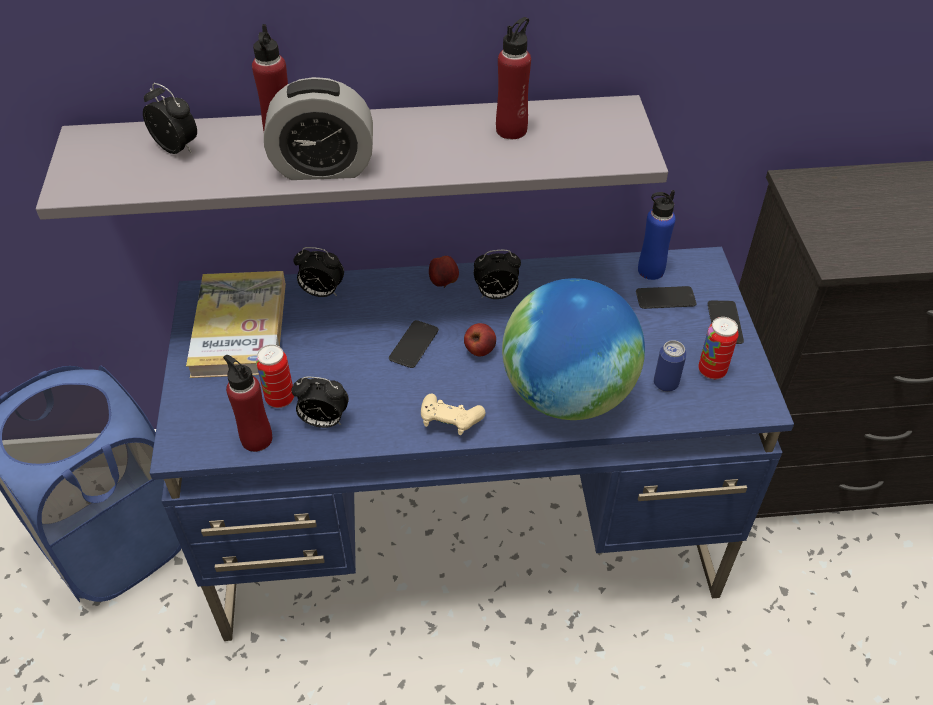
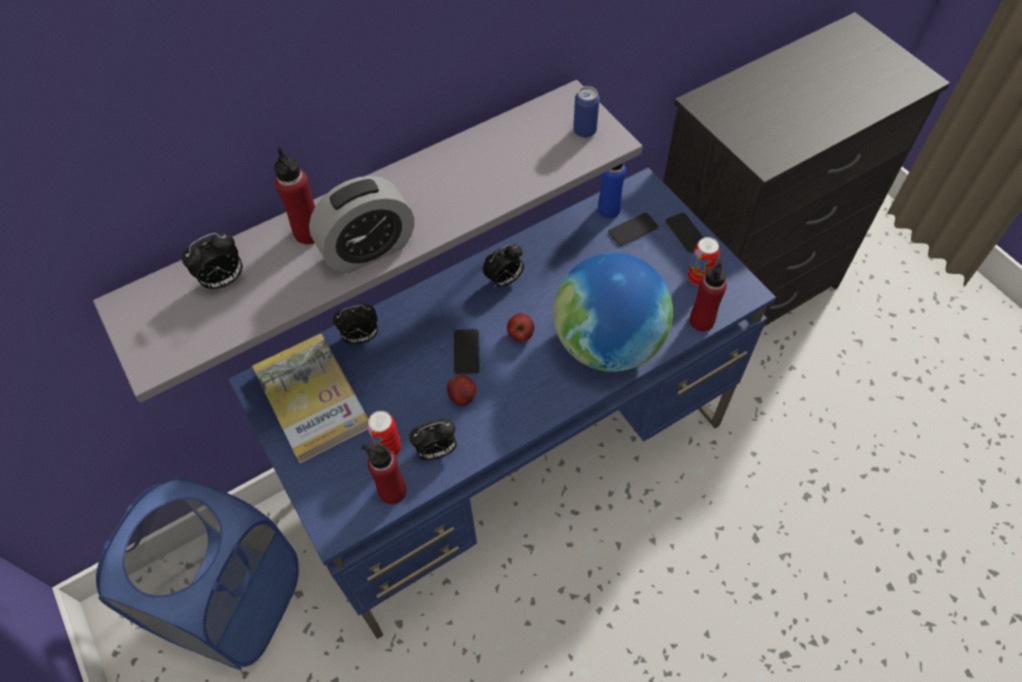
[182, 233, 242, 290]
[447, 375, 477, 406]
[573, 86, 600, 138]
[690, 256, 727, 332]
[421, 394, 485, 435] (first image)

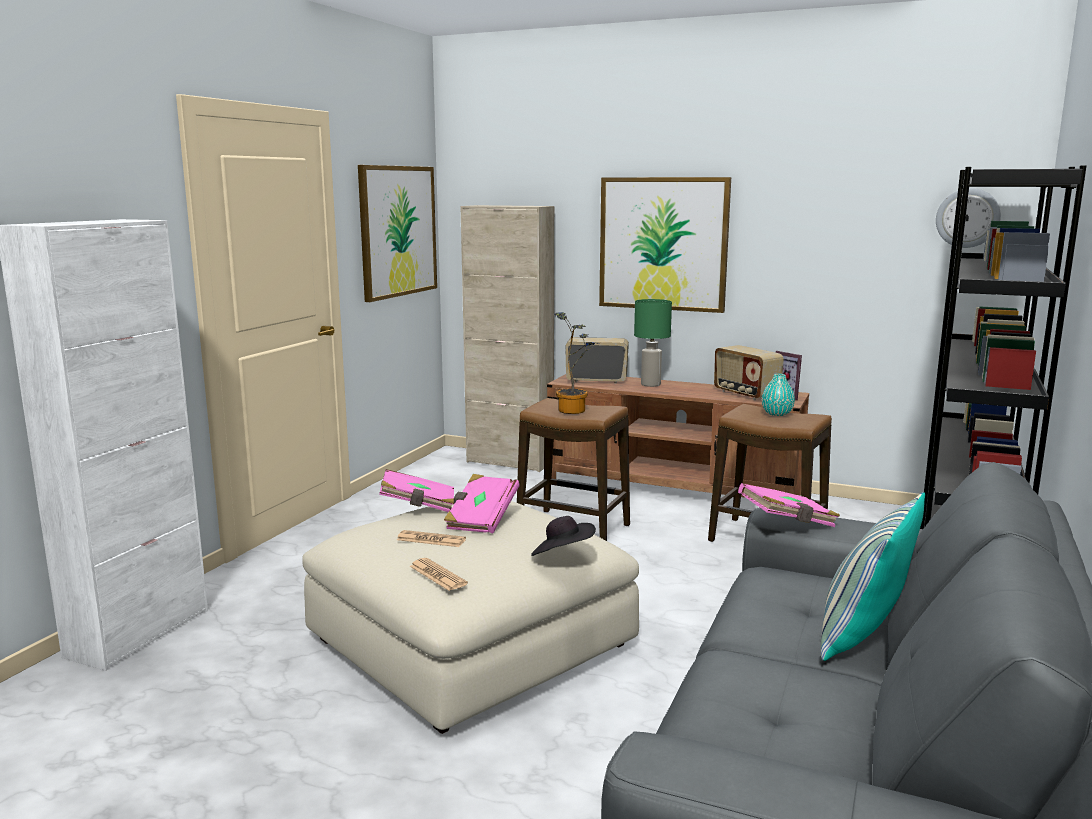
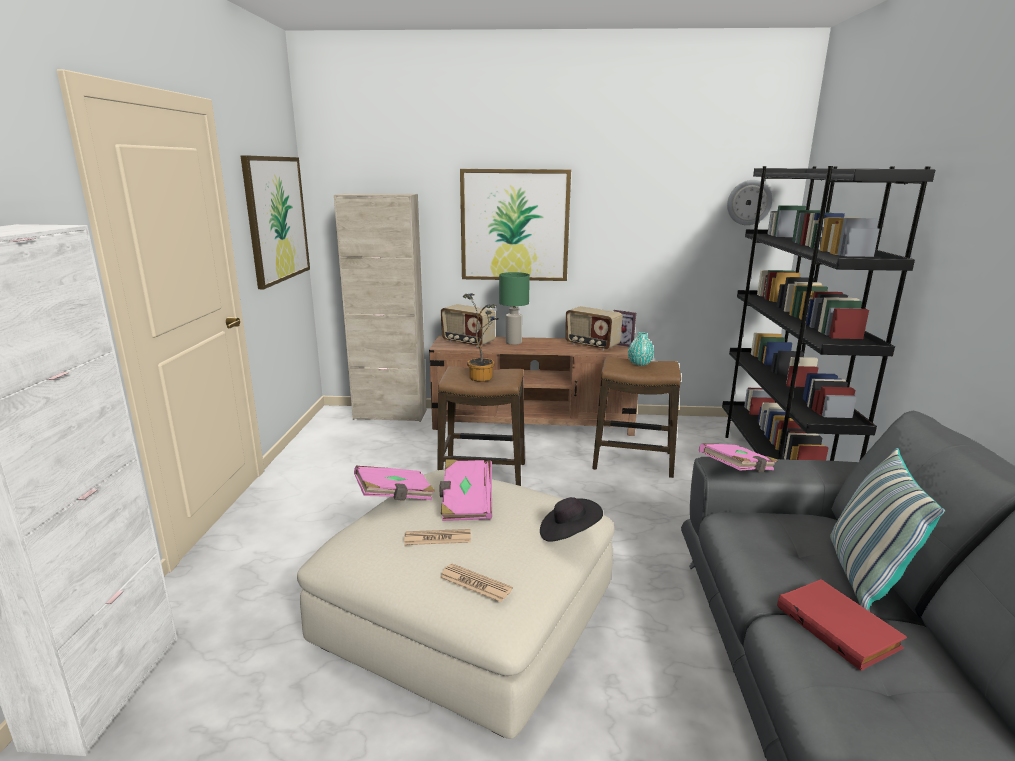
[441, 304, 495, 347]
[777, 579, 907, 671]

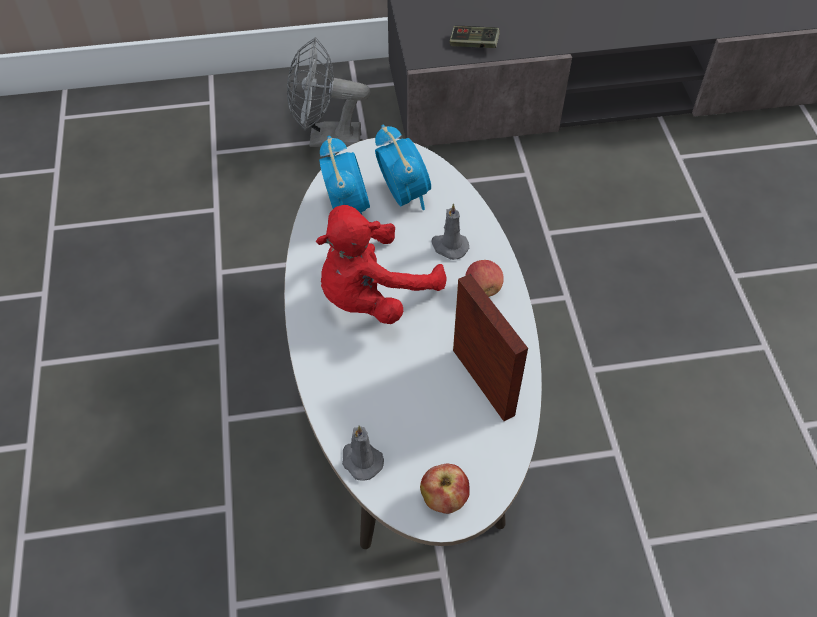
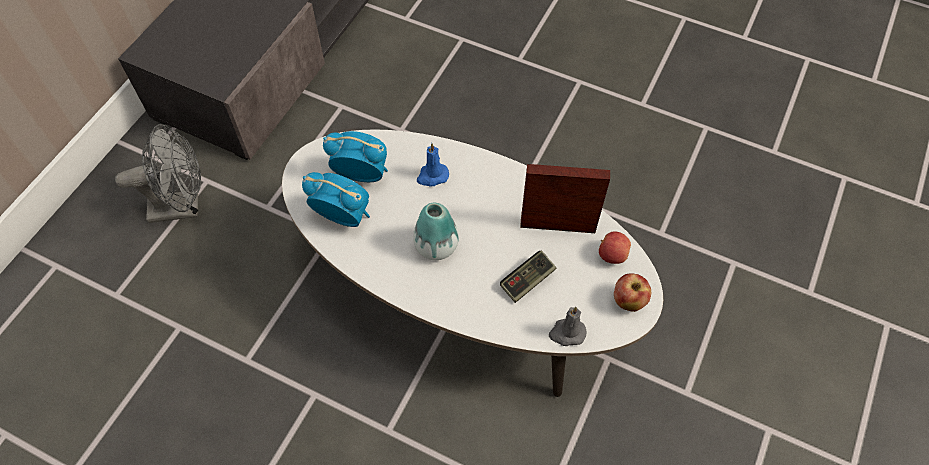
[115, 124, 201, 223]
[413, 203, 459, 260]
[417, 143, 449, 187]
[500, 251, 556, 303]
[599, 232, 631, 264]

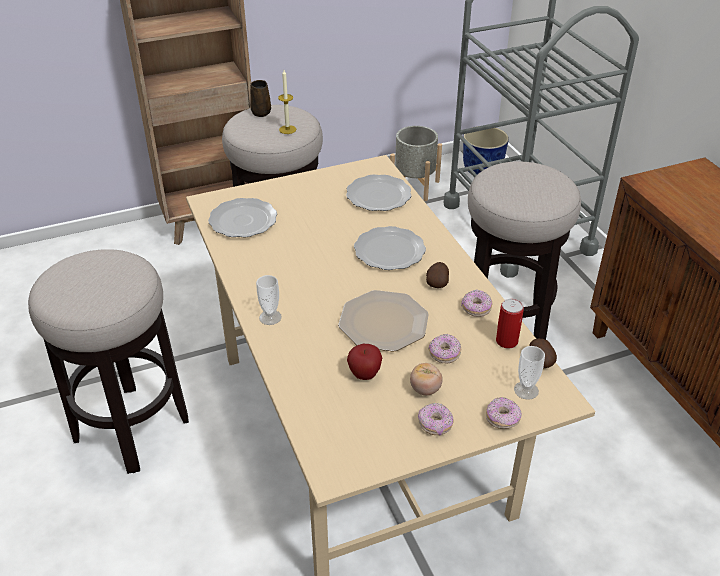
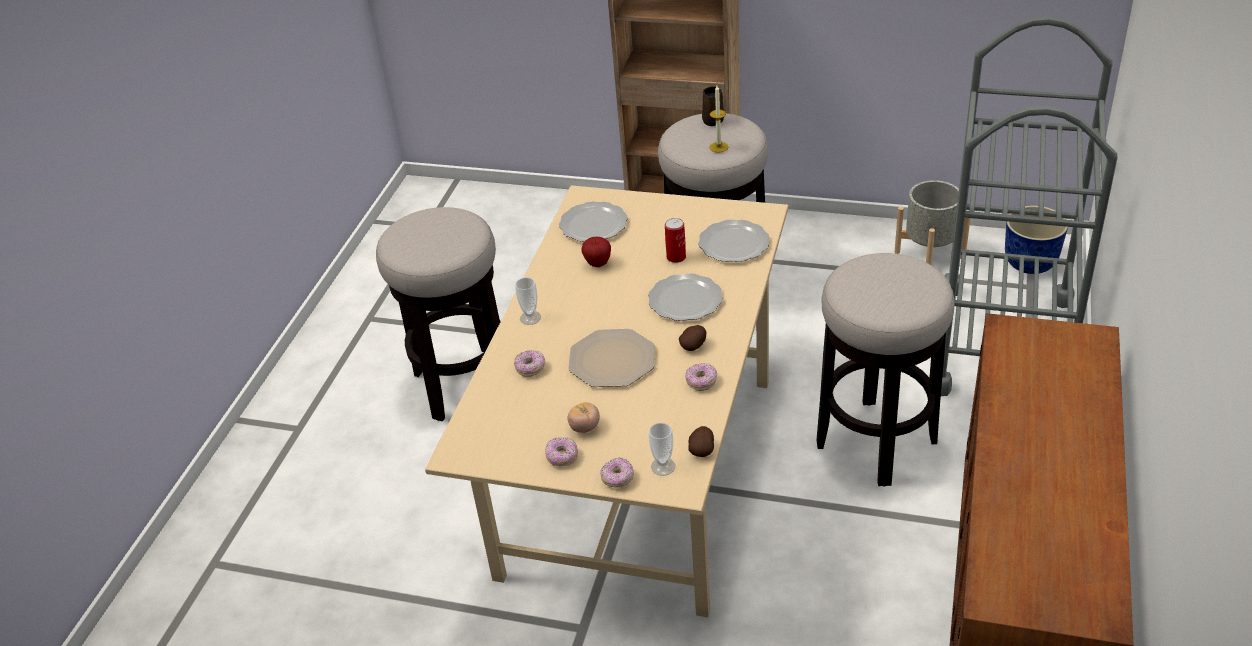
[514, 350, 545, 377]
[582, 237, 611, 267]
[665, 218, 686, 263]

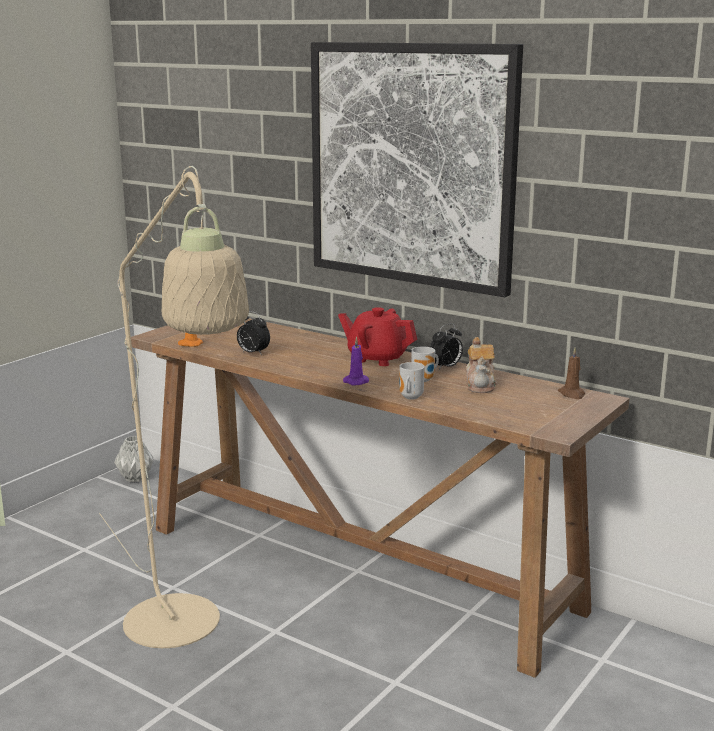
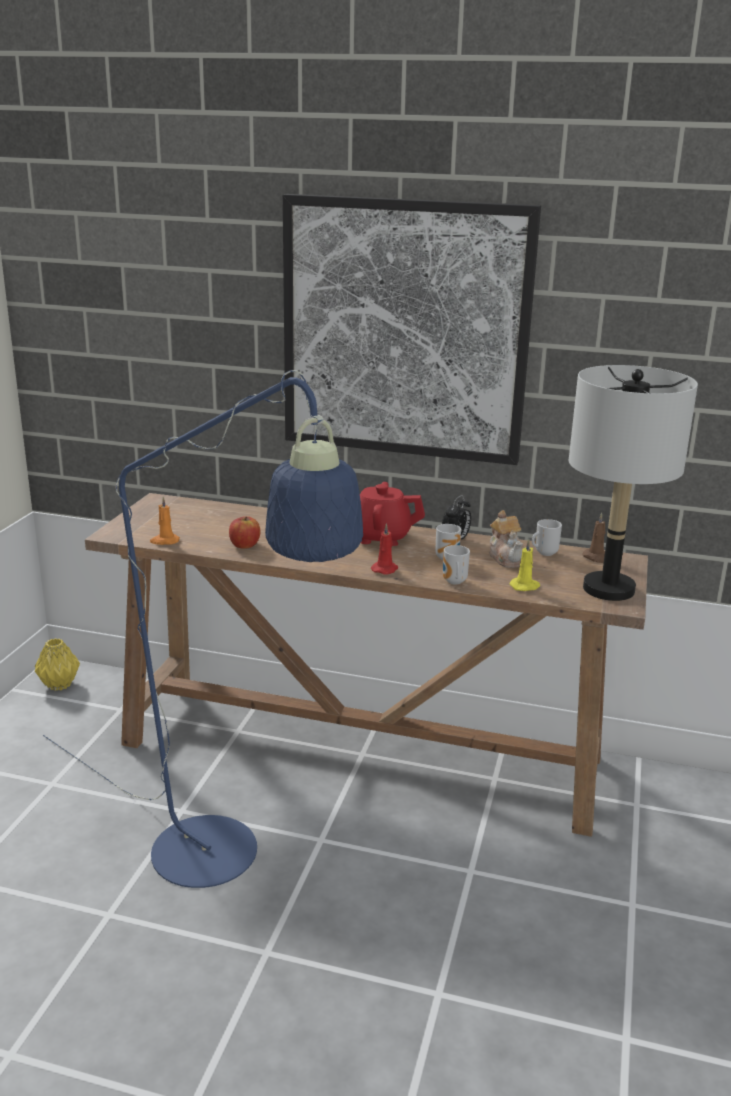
[35, 638, 80, 691]
[43, 370, 363, 888]
[229, 516, 260, 549]
[371, 523, 398, 575]
[509, 539, 540, 591]
[532, 519, 562, 556]
[569, 365, 698, 601]

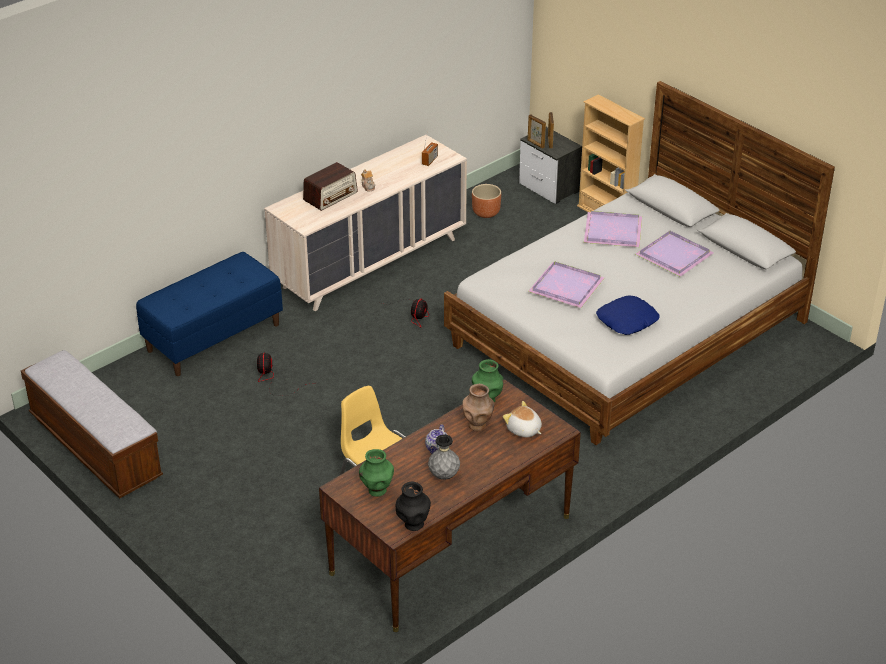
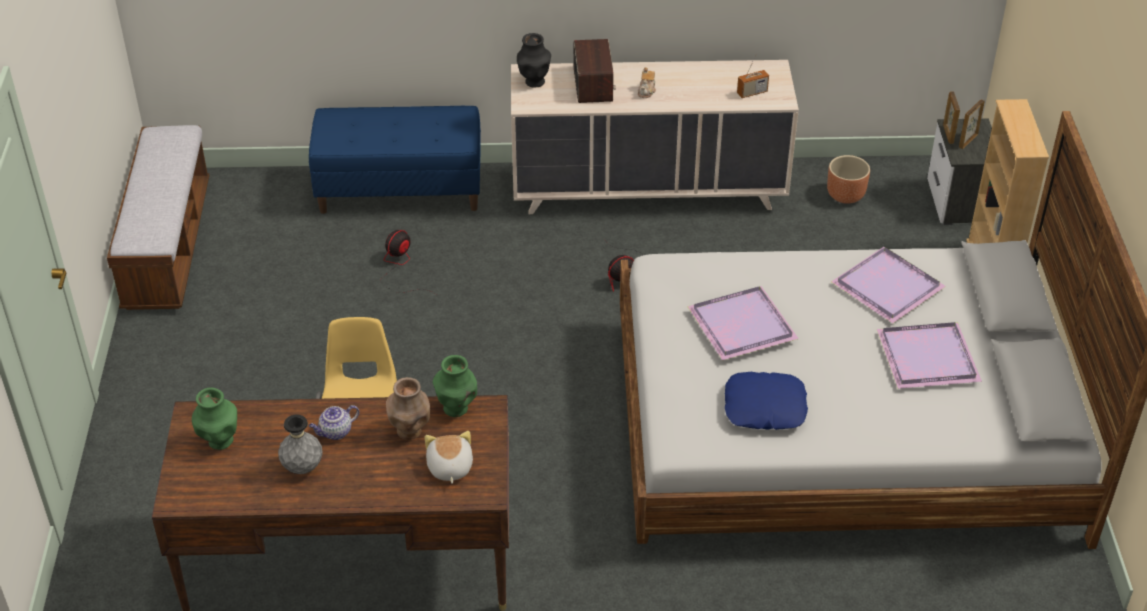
[517, 33, 551, 88]
[573, 39, 616, 103]

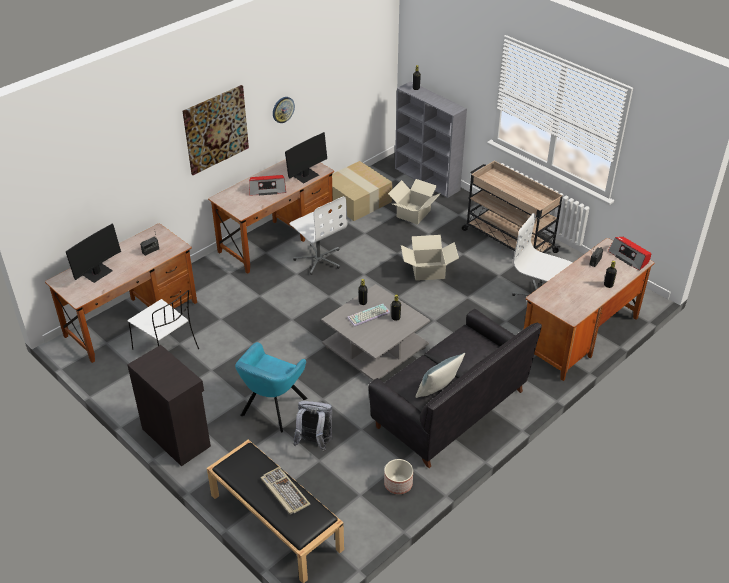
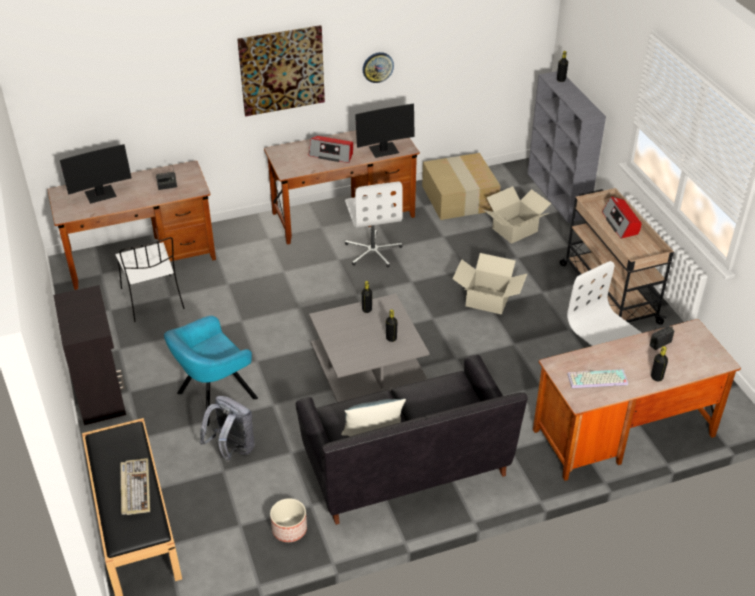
[567, 369, 628, 388]
[602, 197, 642, 239]

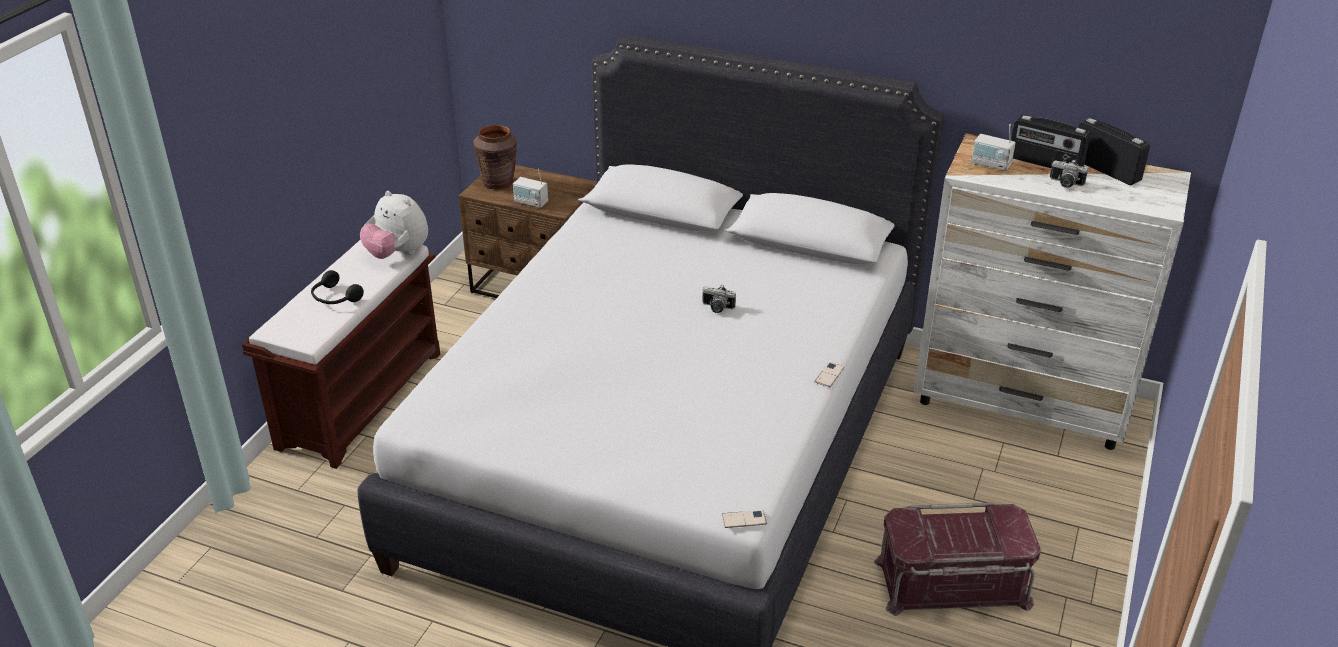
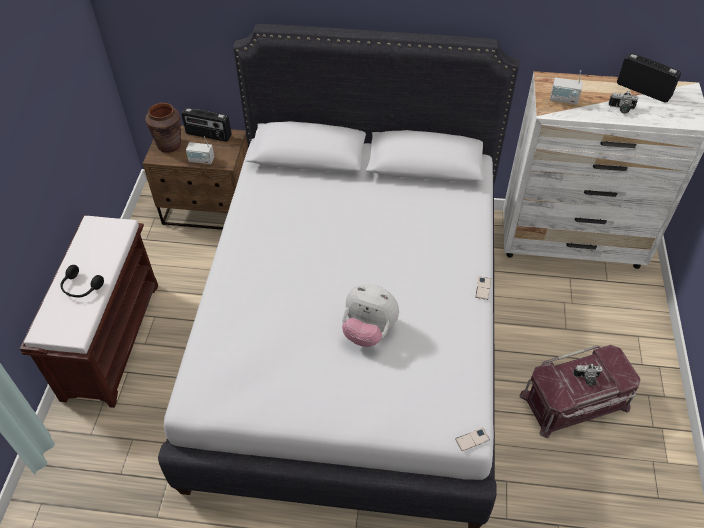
[182, 107, 232, 142]
[342, 284, 399, 347]
[573, 364, 602, 386]

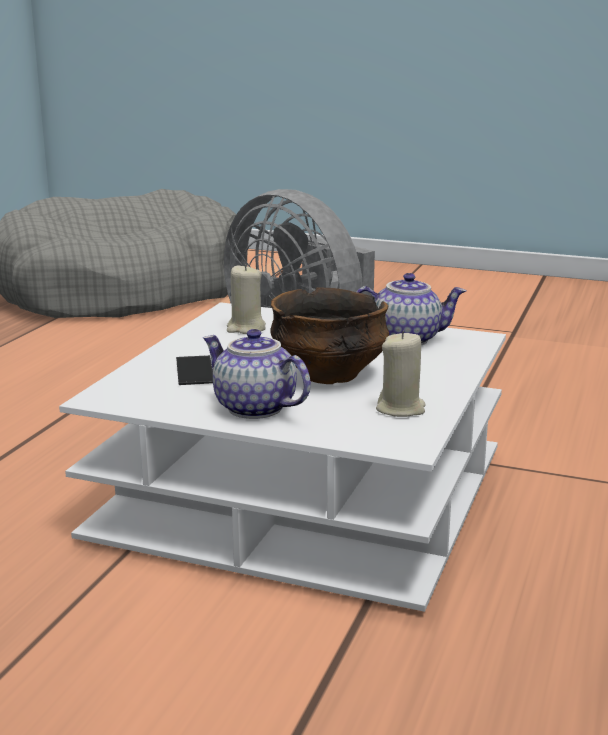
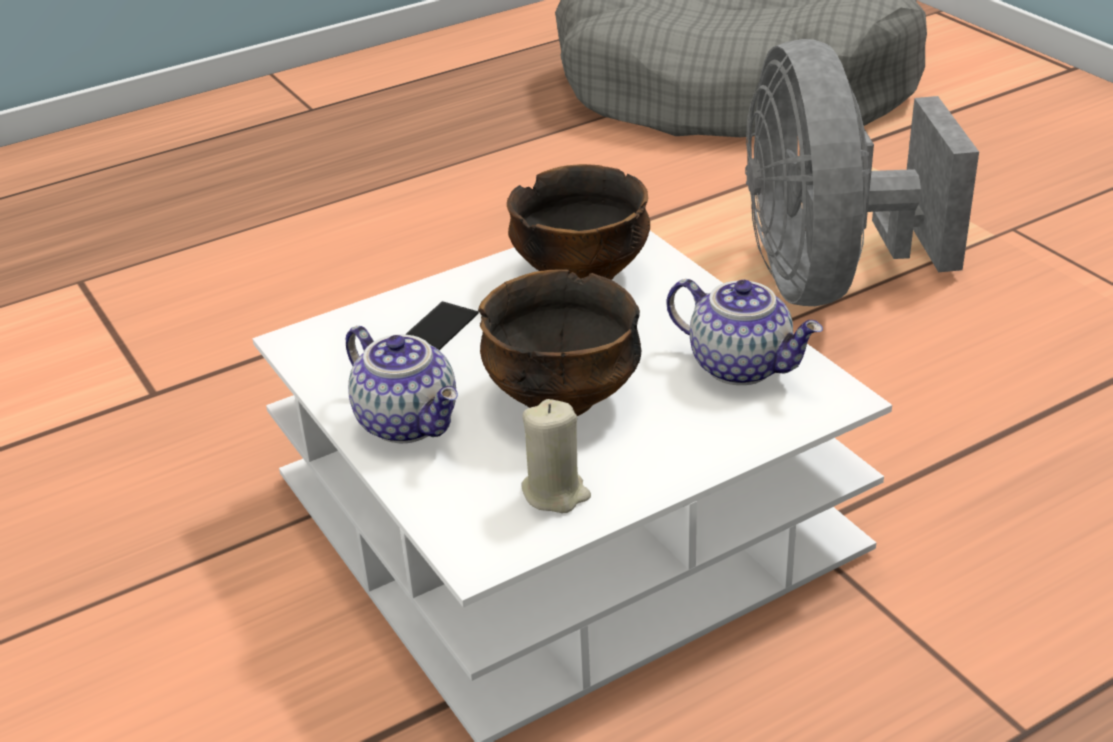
[346, 326, 458, 443]
[507, 164, 650, 280]

